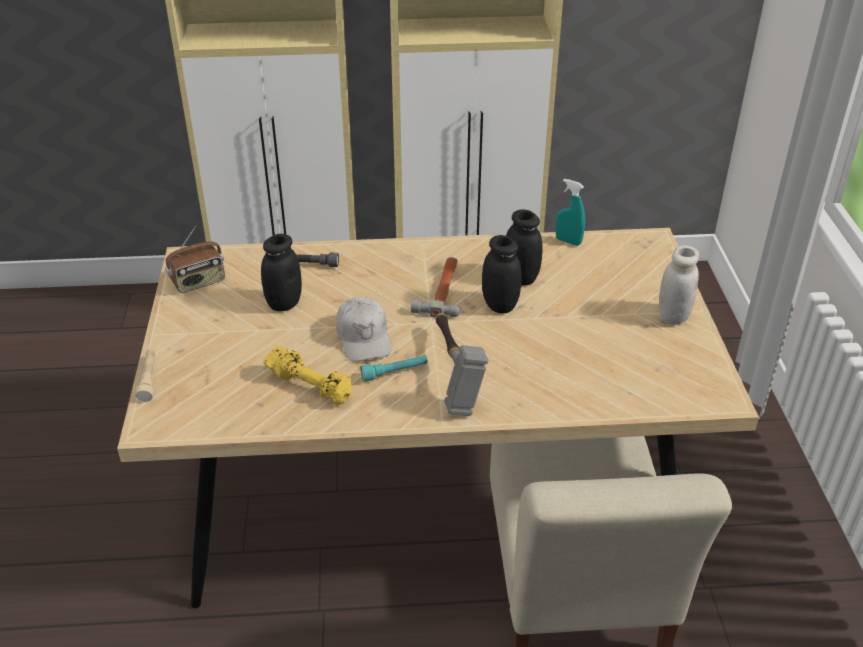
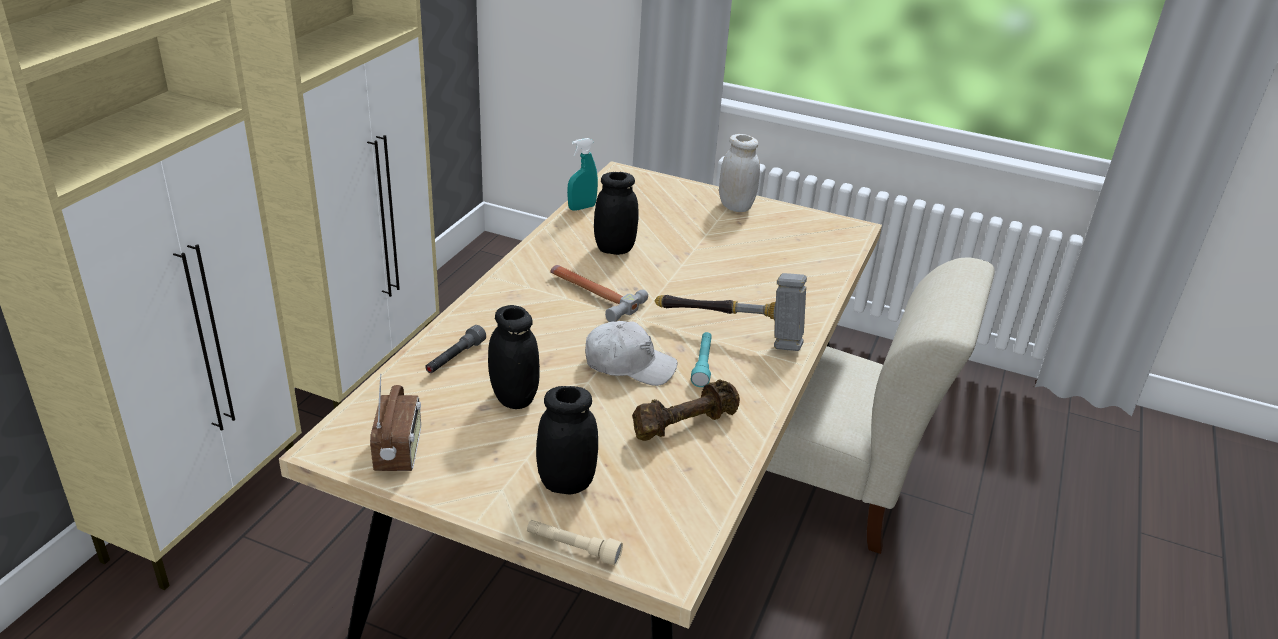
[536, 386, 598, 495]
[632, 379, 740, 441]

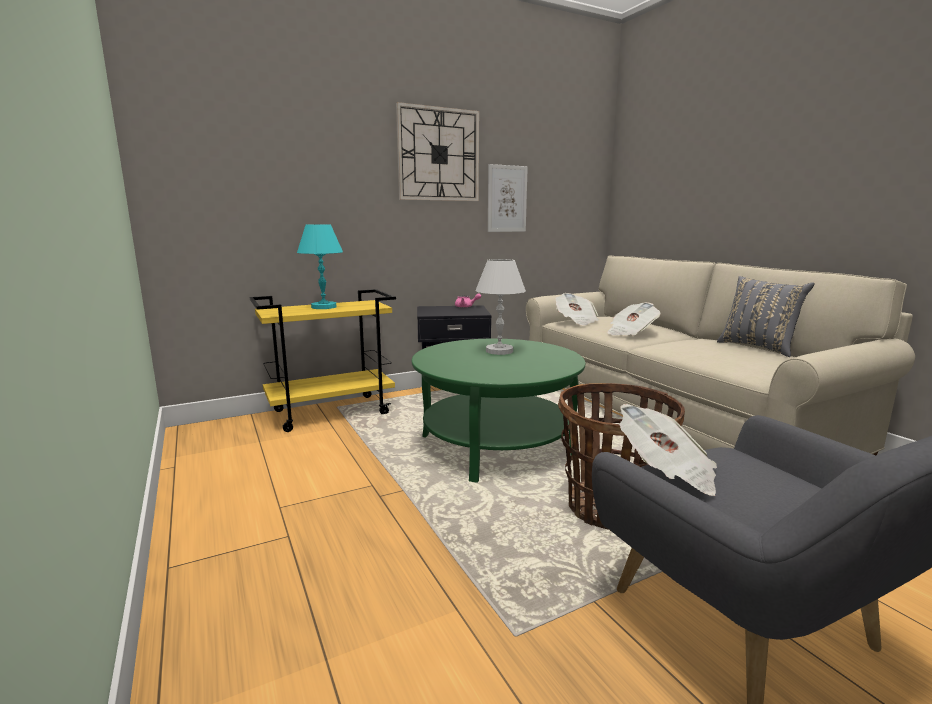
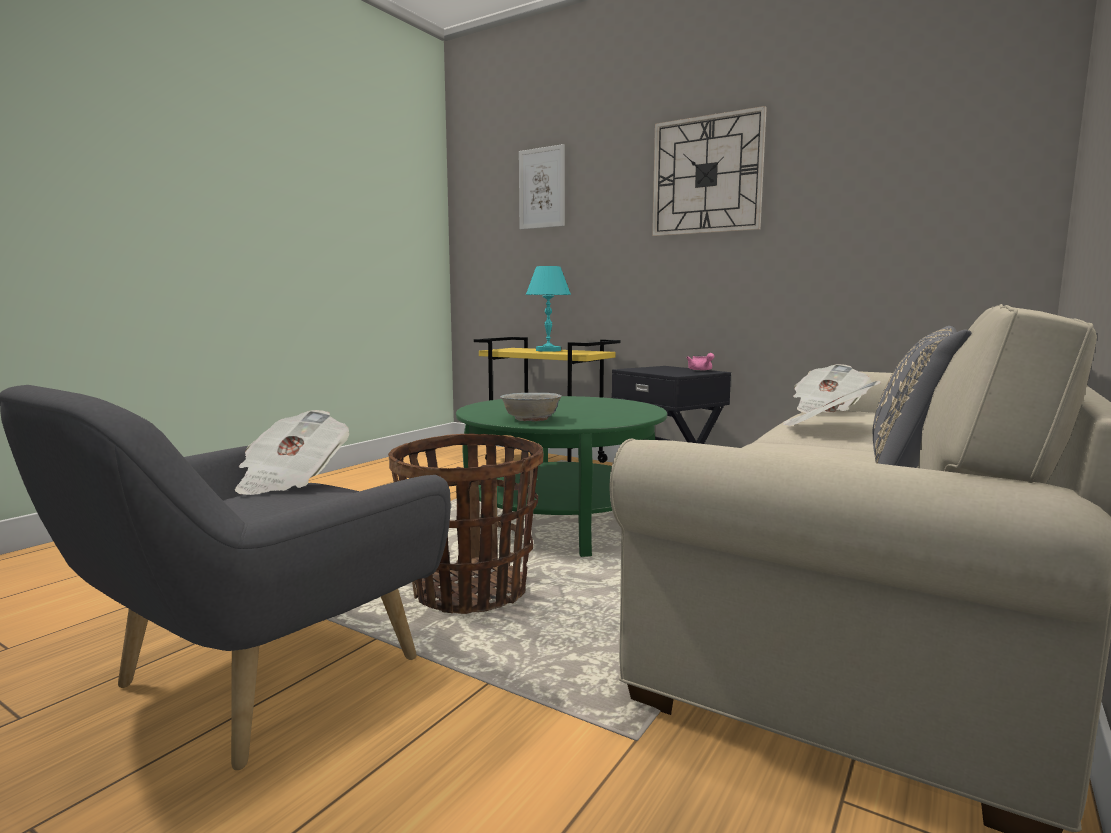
[500, 393, 562, 422]
[519, 144, 565, 230]
[475, 259, 526, 355] (first image)

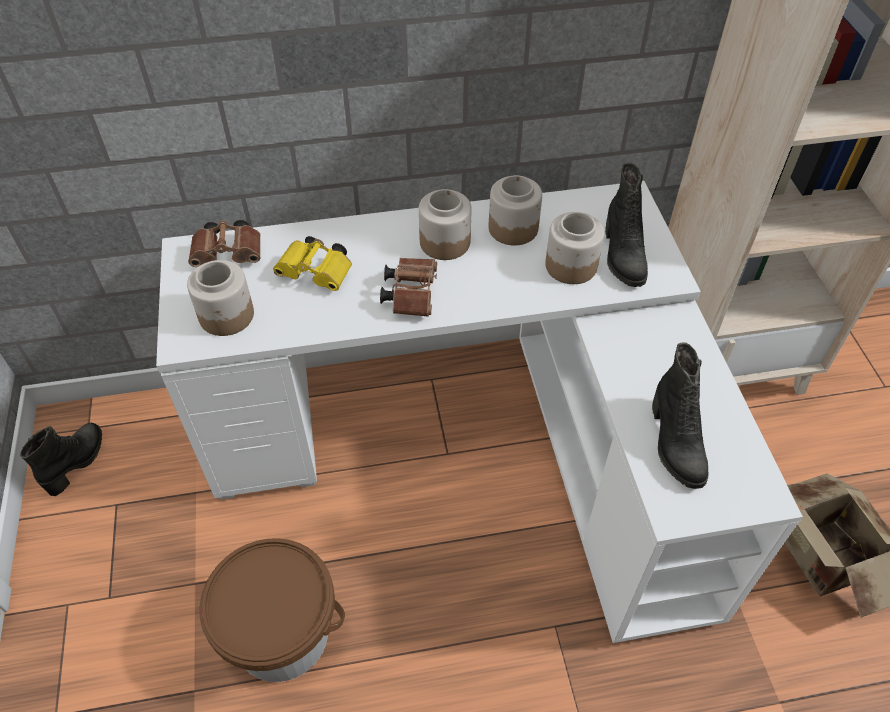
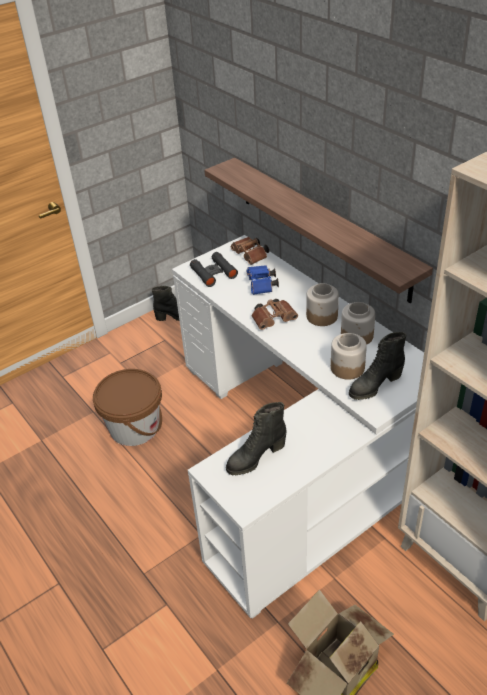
[190, 252, 238, 287]
[204, 158, 433, 303]
[246, 265, 279, 295]

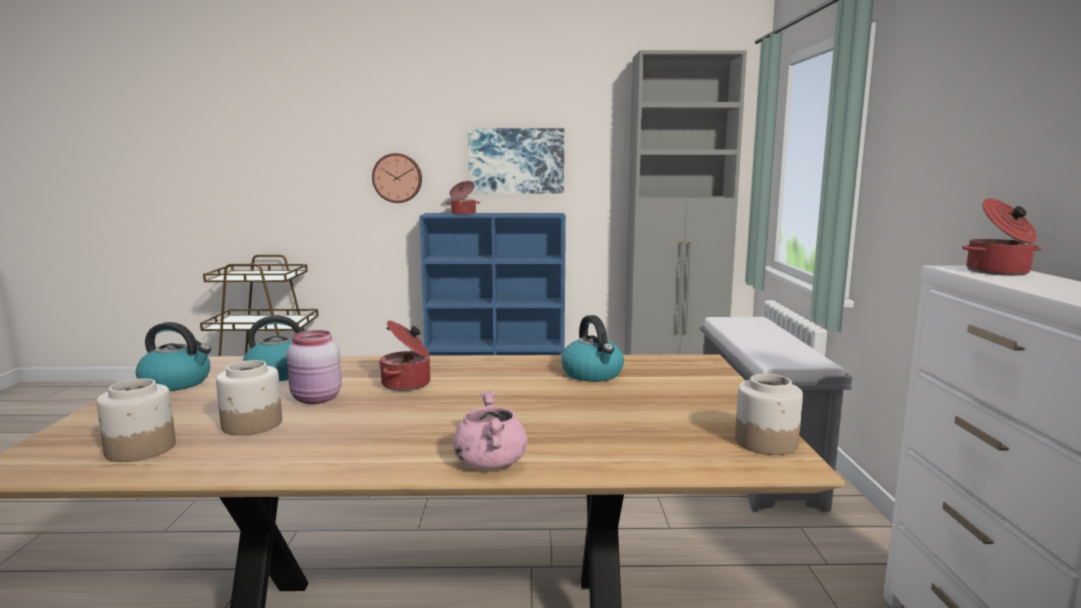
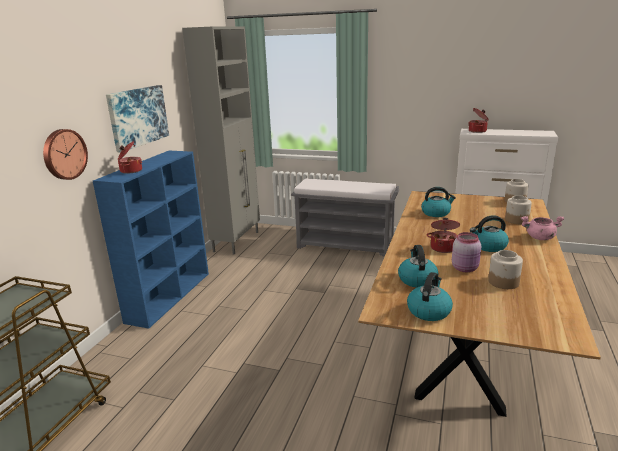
[470, 215, 509, 252]
[505, 195, 532, 224]

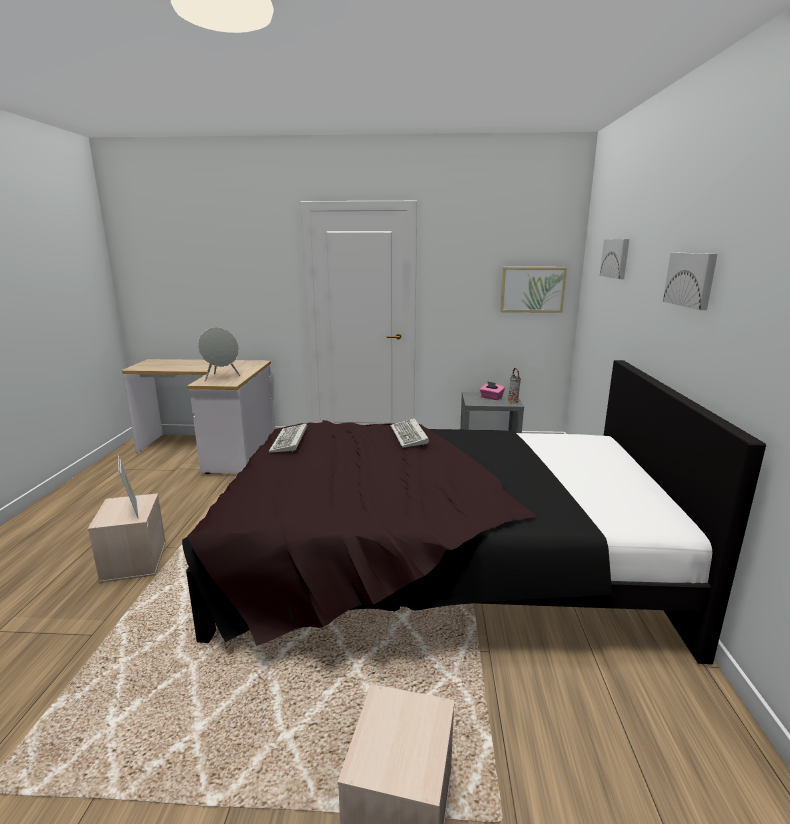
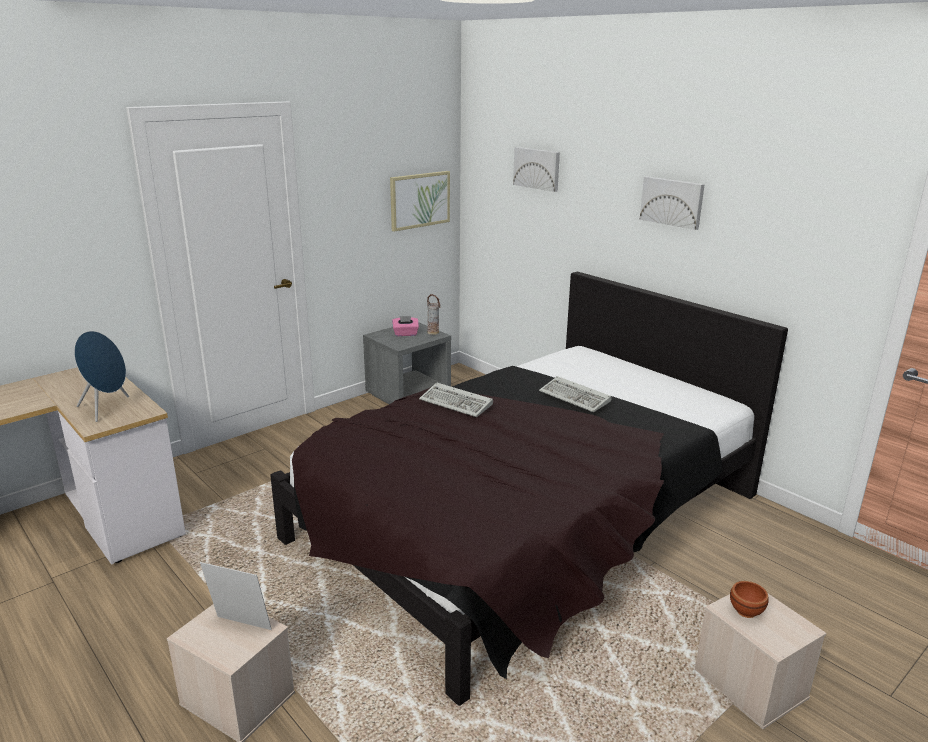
[74, 331, 129, 422]
[539, 376, 611, 412]
[730, 581, 769, 618]

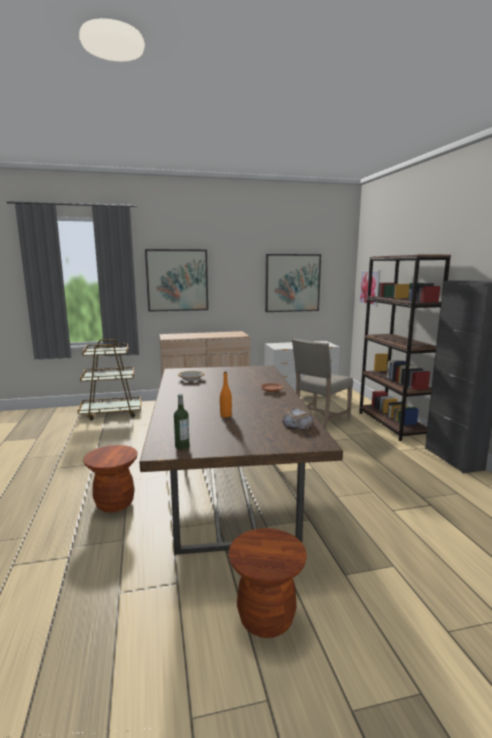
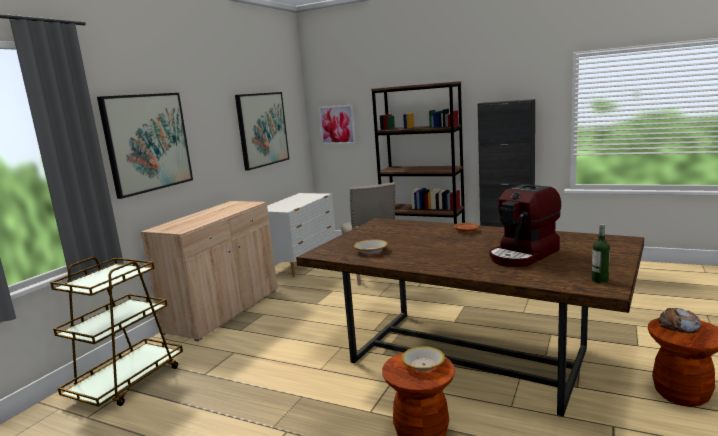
[401, 346, 445, 372]
[489, 184, 561, 267]
[658, 308, 702, 333]

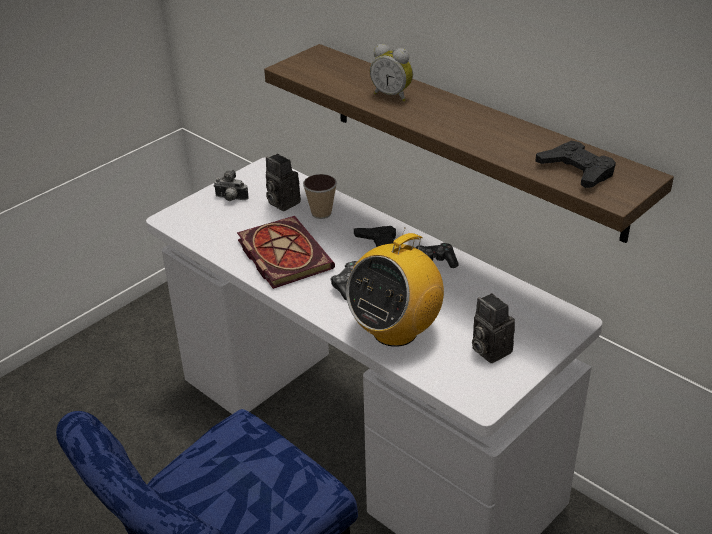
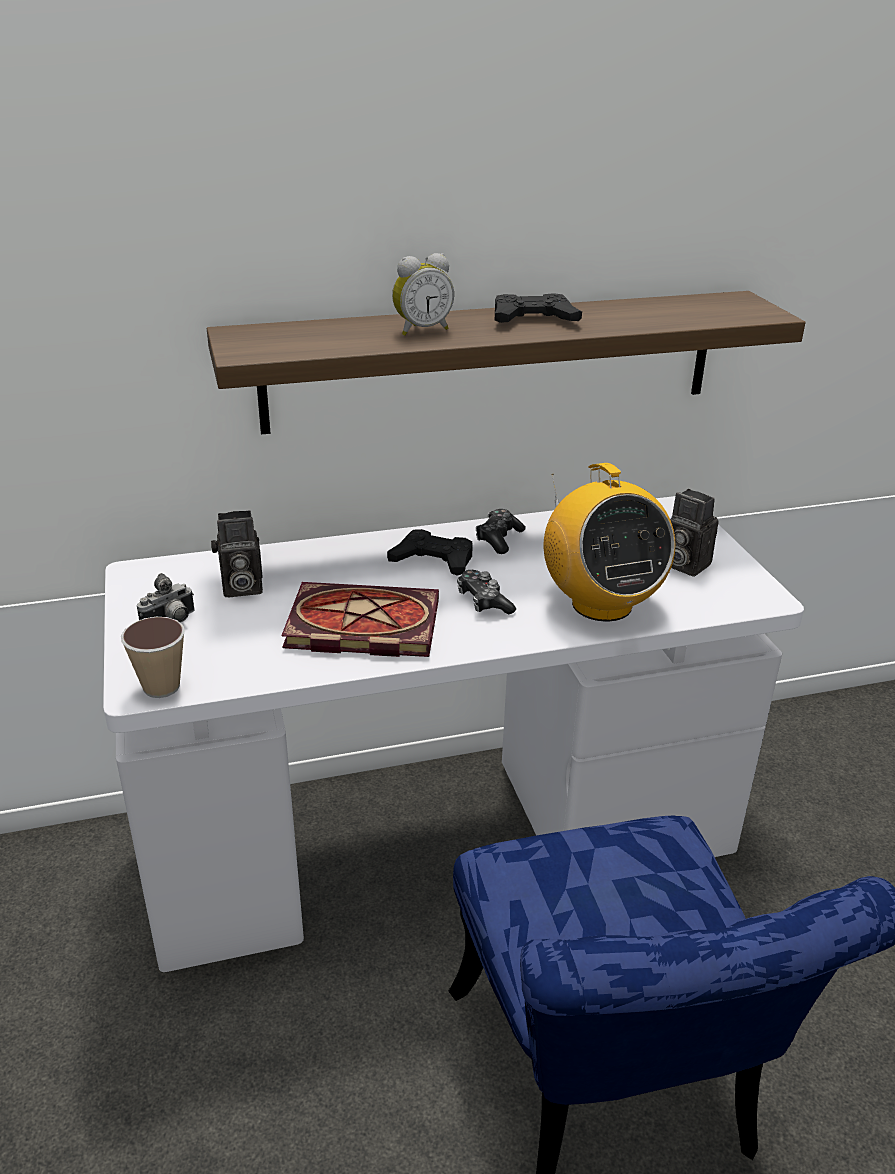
[121, 617, 185, 698]
[495, 293, 582, 323]
[670, 489, 719, 577]

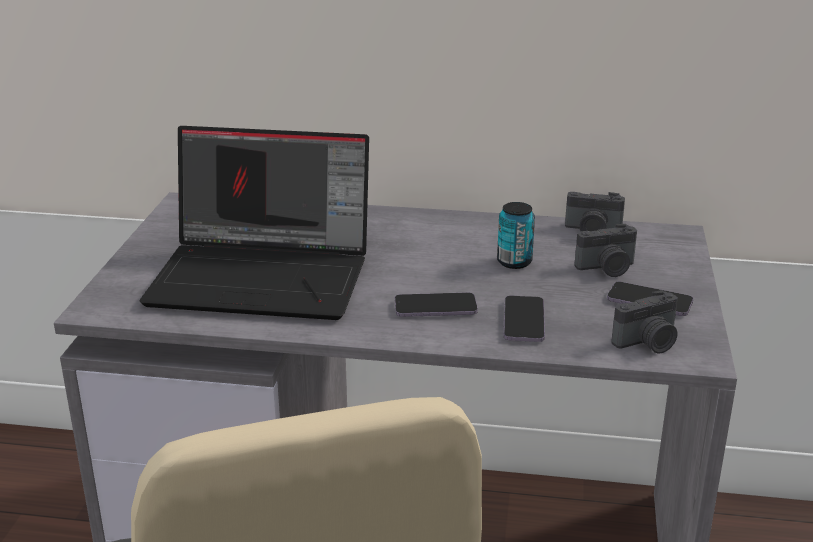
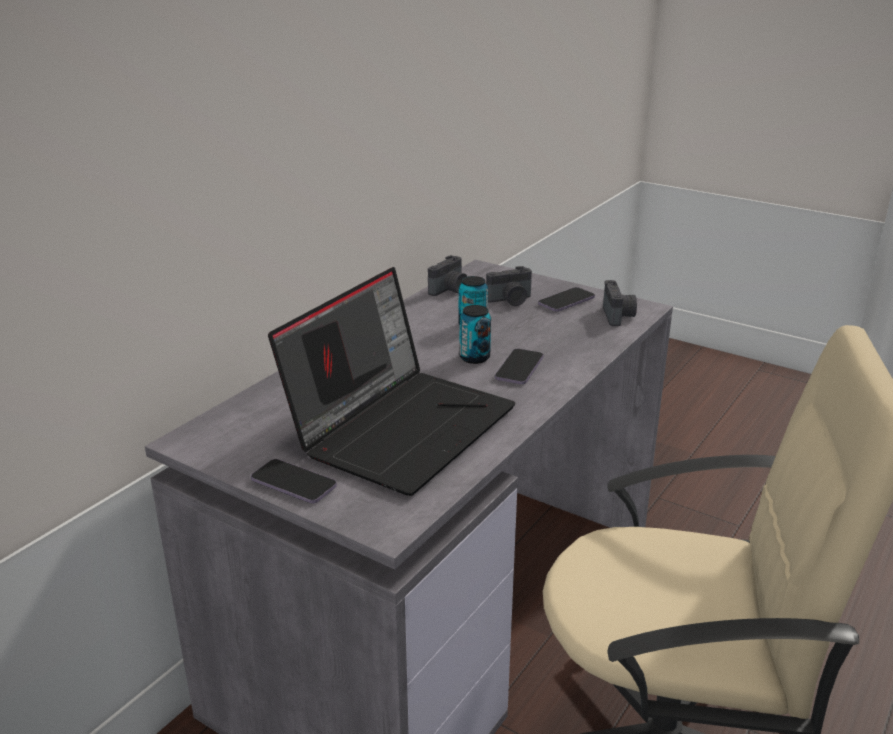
[251, 459, 337, 504]
[459, 305, 491, 364]
[486, 266, 532, 306]

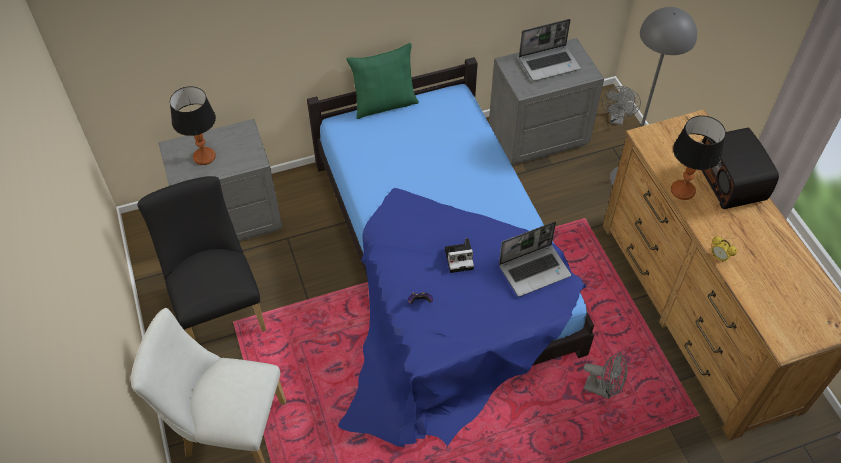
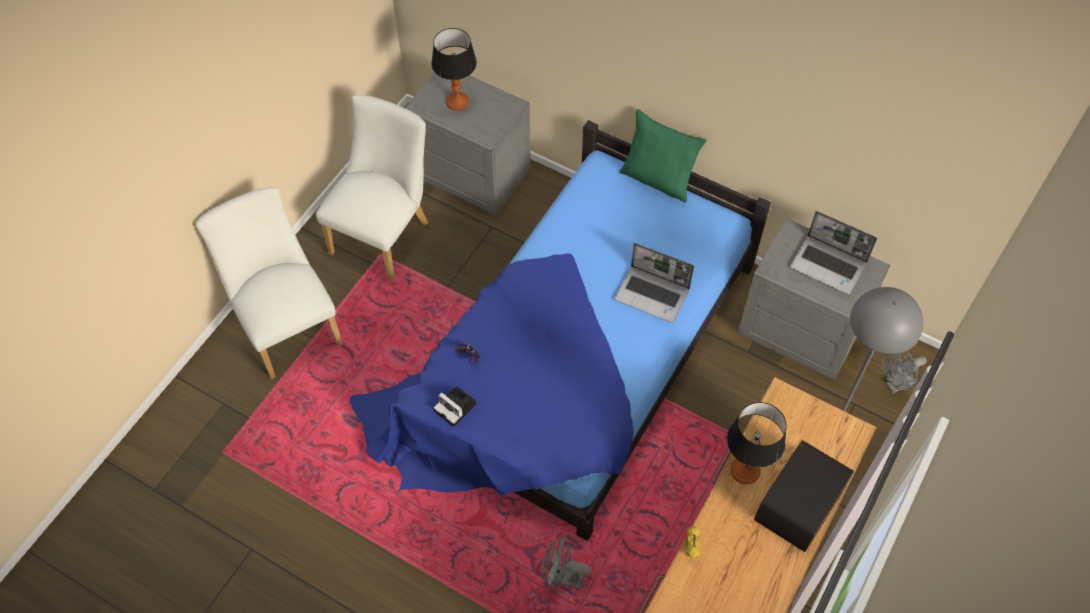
[316, 95, 428, 282]
[433, 386, 477, 427]
[542, 535, 591, 589]
[614, 243, 694, 323]

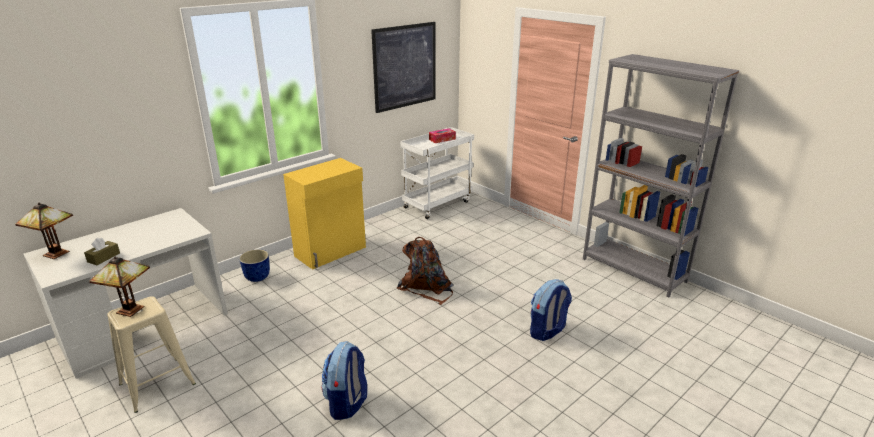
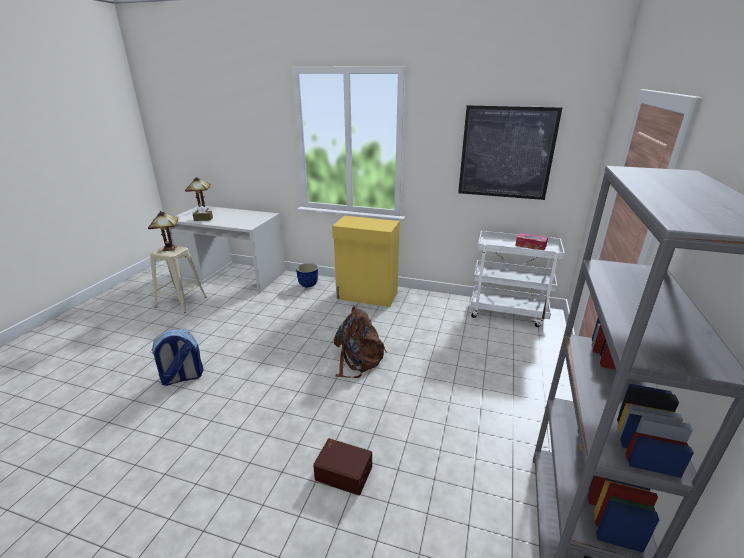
[313, 438, 372, 495]

